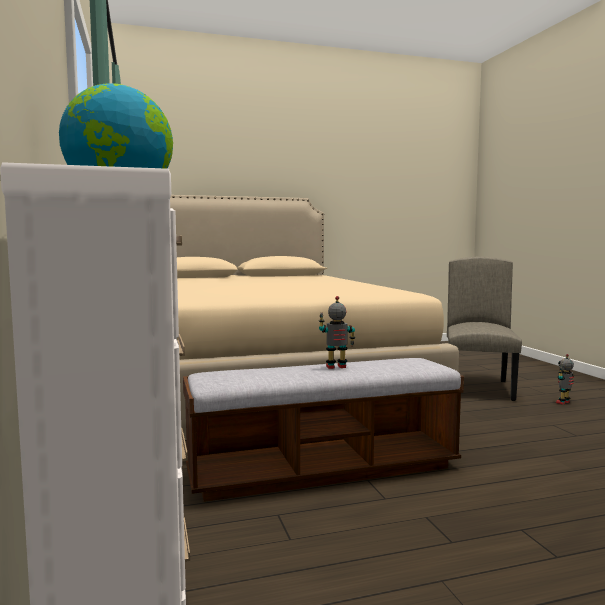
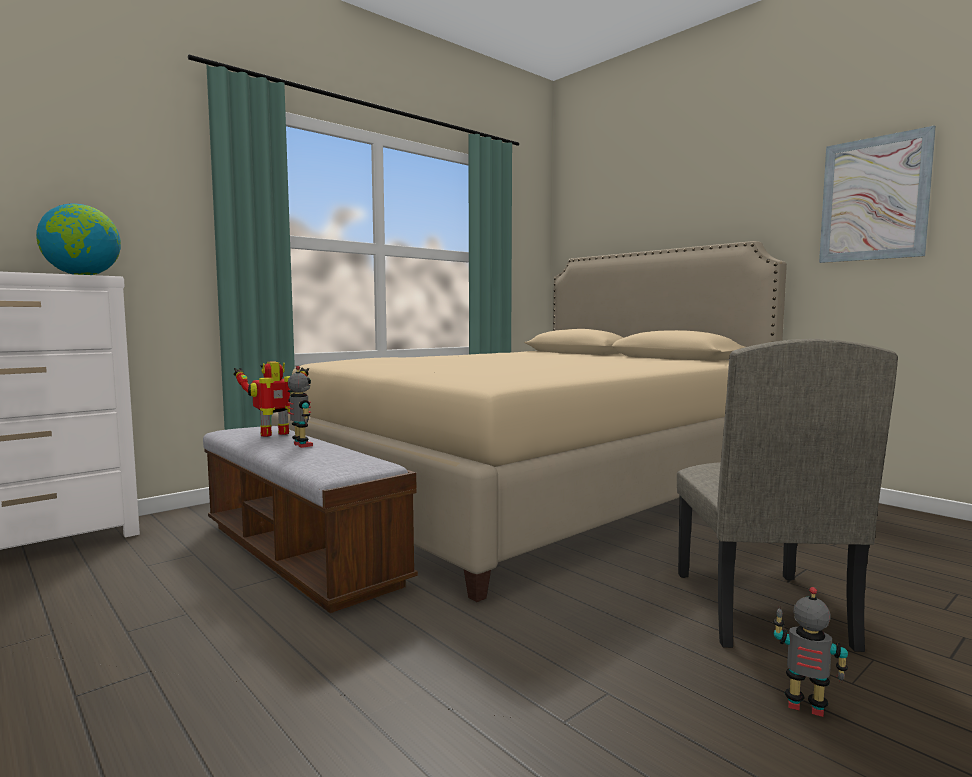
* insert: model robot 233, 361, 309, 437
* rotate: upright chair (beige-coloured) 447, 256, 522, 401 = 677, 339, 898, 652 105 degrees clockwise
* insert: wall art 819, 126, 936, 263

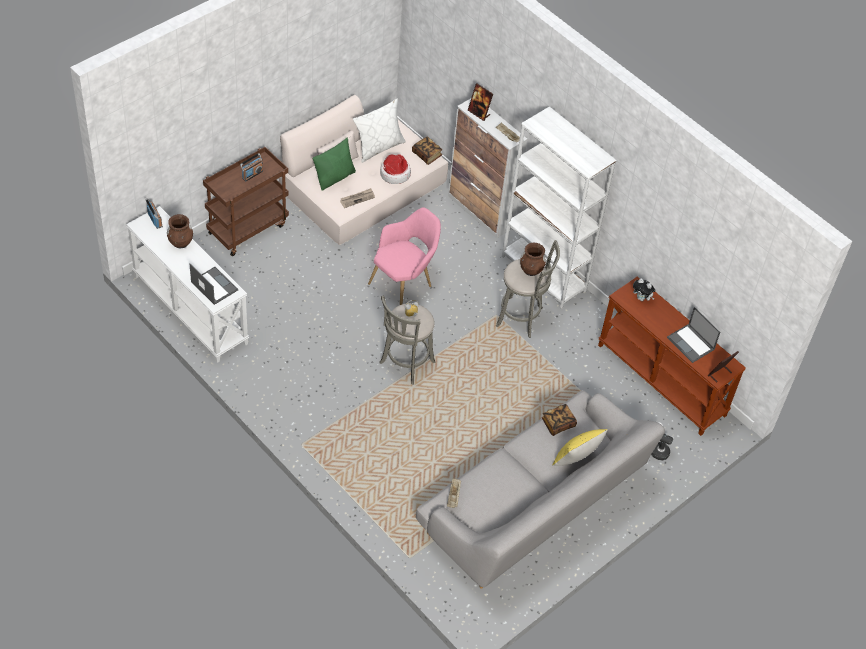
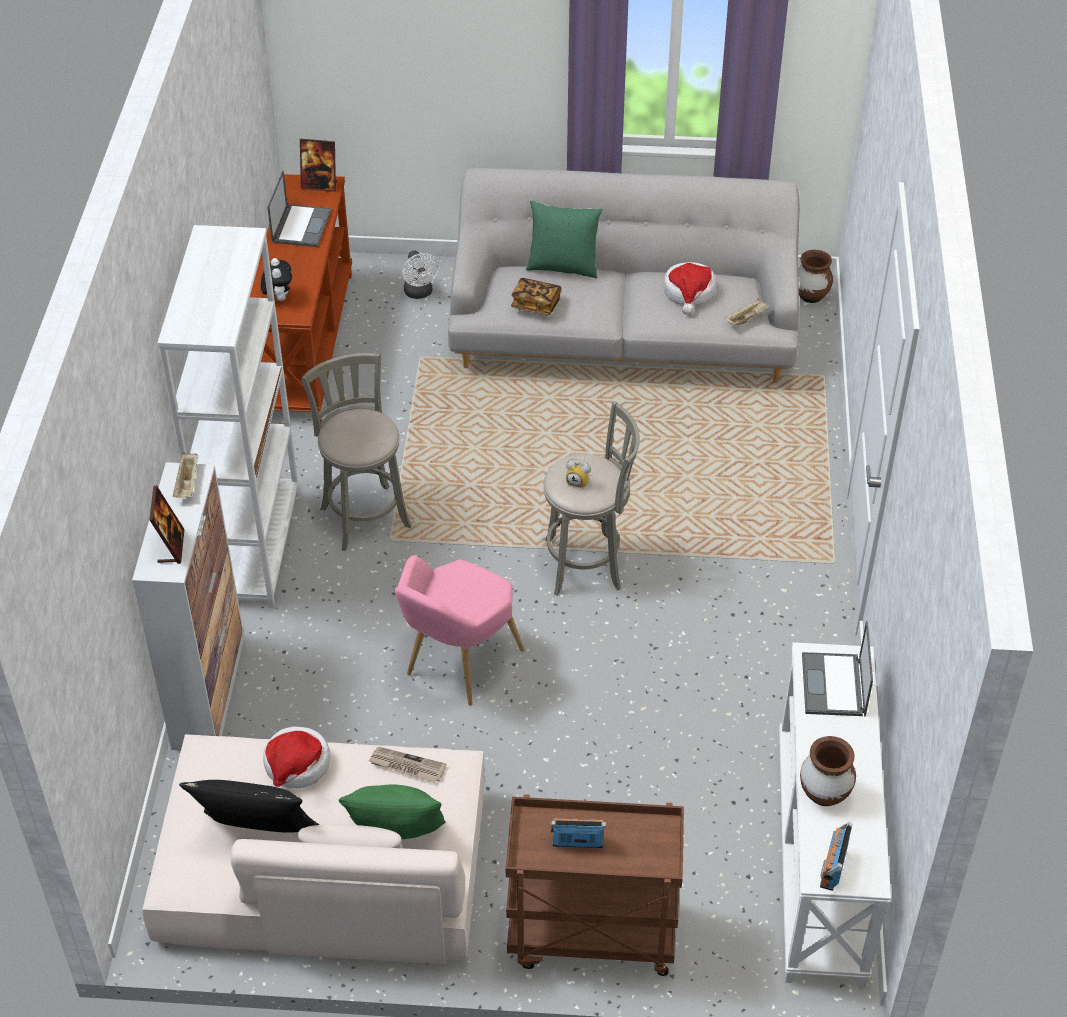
* recolor: throw pillow (white) 353, 98, 406, 163 to throw pillow (blackish) 179, 780, 319, 833
* rotate: lounge chair (pink-coloured) 368, 207, 441, 305 = 395, 555, 525, 706 60 degrees counterclockwise
* recolor: throw pillow (yellow) 552, 429, 608, 466 to throw pillow (greenish) 526, 201, 602, 278
* insert: clothing hat 663, 262, 716, 315
* move: flower vase (brown-coloured) 520, 243, 546, 276 to 798, 250, 833, 303
* delete: bound book 412, 136, 442, 165

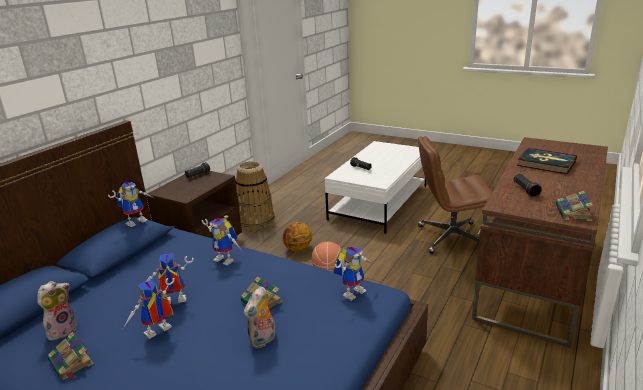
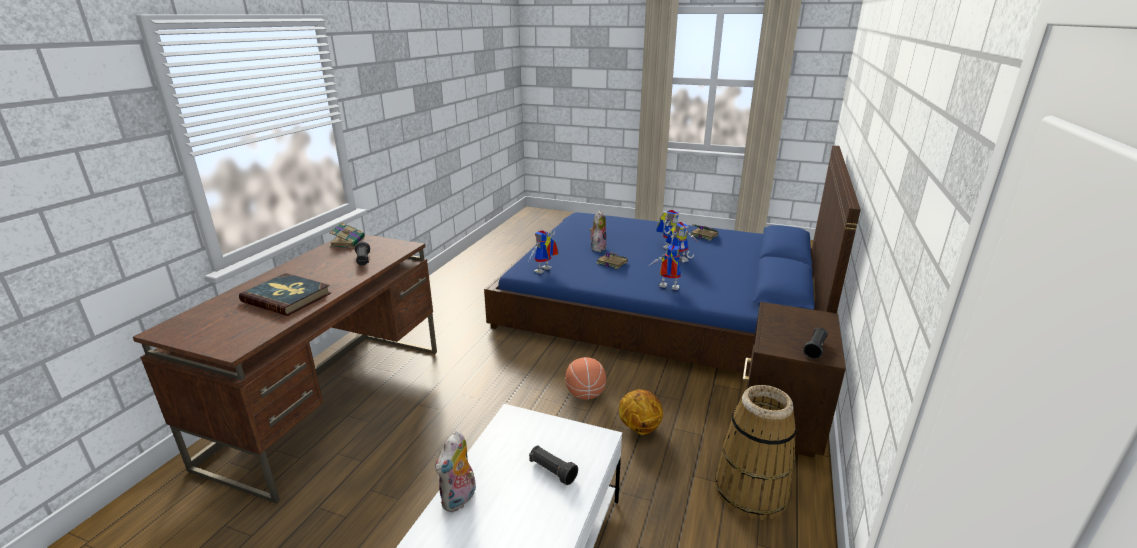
* move: soft toy 37, 281, 77, 341 to 435, 431, 476, 512
* delete: model robot 108, 181, 154, 227
* delete: desk chair (brown-coloured) 418, 136, 492, 254

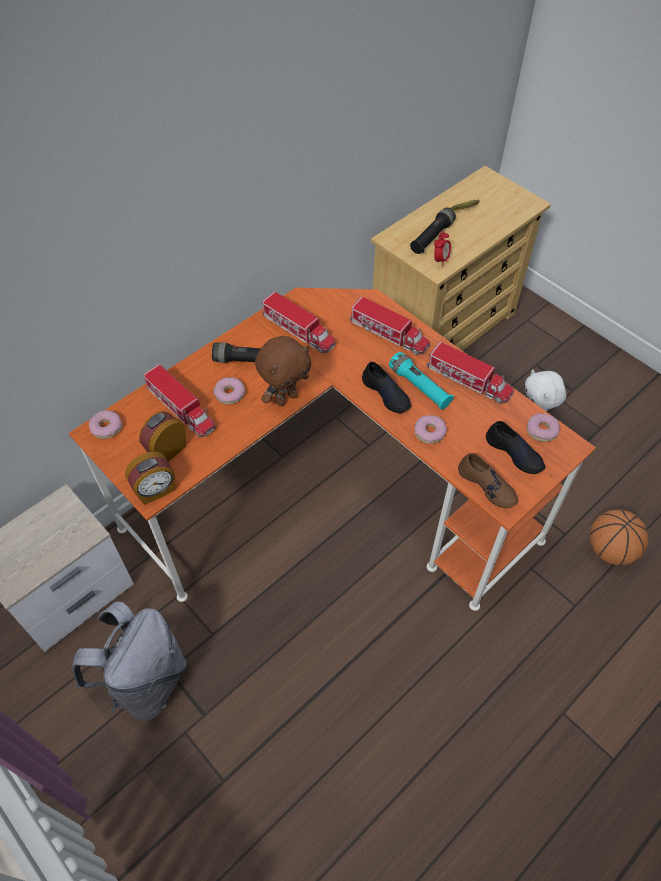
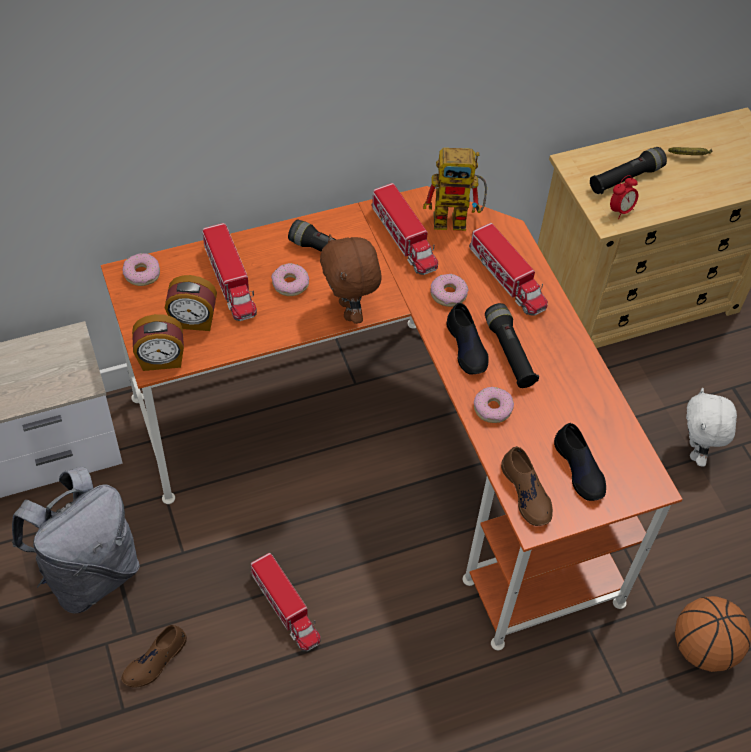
* insert: low shoe (brown-coloured) 121, 625, 187, 688
* rotate: bedside clock 139, 411, 186, 462 = 165, 275, 217, 331 150 degrees counterclockwise
* move: toy lorry 427, 342, 513, 403 to 251, 553, 321, 651
* rotate: soft toy (brown-coloured) 255, 336, 312, 406 = 320, 234, 382, 324 90 degrees clockwise
* insert: model robot 423, 148, 487, 231
* move: donut 527, 413, 560, 442 to 430, 274, 469, 307
* recolor: flashlight (blue-green) 389, 352, 454, 410 to flashlight (blackish) 485, 303, 539, 388

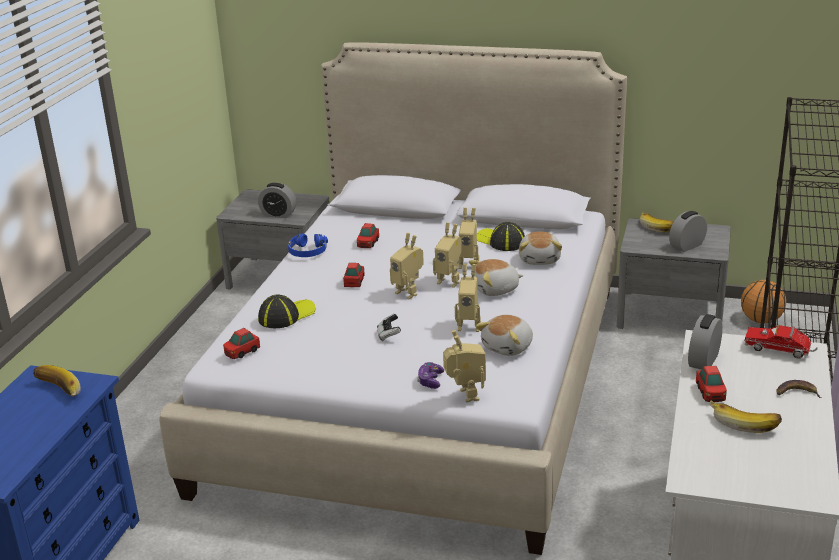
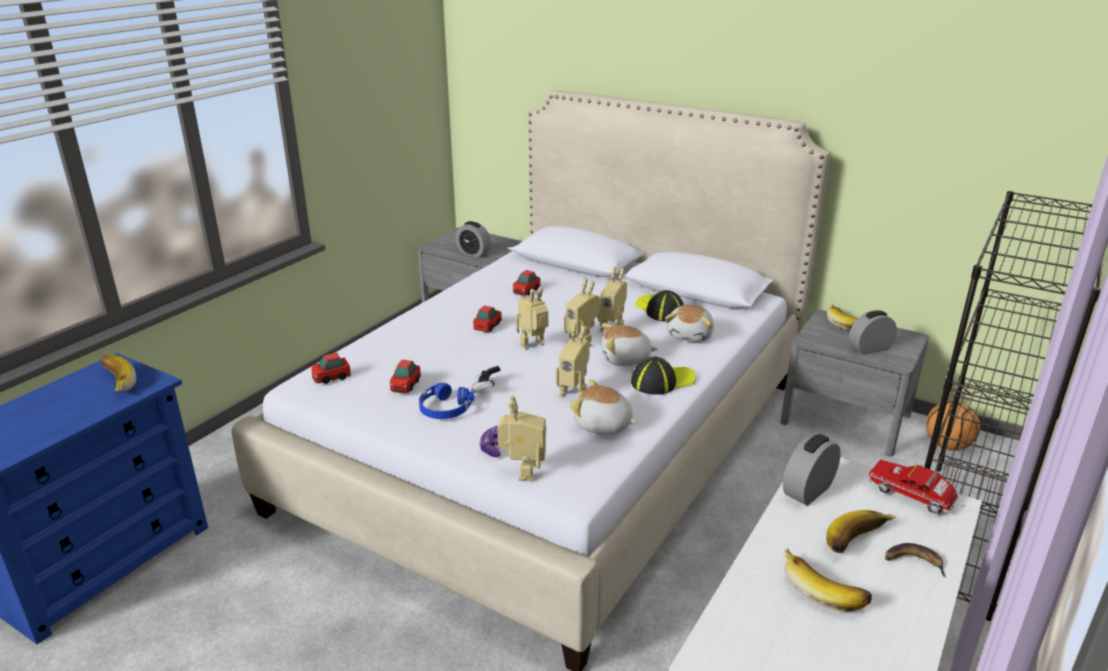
* move: model car 696, 366, 727, 402 to 390, 360, 421, 393
* move: pair of headphones (bluish) 288, 234, 328, 257 to 419, 383, 474, 419
* rotate: model robot 390, 233, 424, 299 = 516, 287, 548, 350 90 degrees clockwise
* rotate: soft toy 475, 315, 533, 356 = 569, 379, 638, 434 60 degrees clockwise
* move: baseball cap 258, 294, 315, 328 to 631, 357, 696, 395
* insert: banana fruit 826, 510, 896, 553

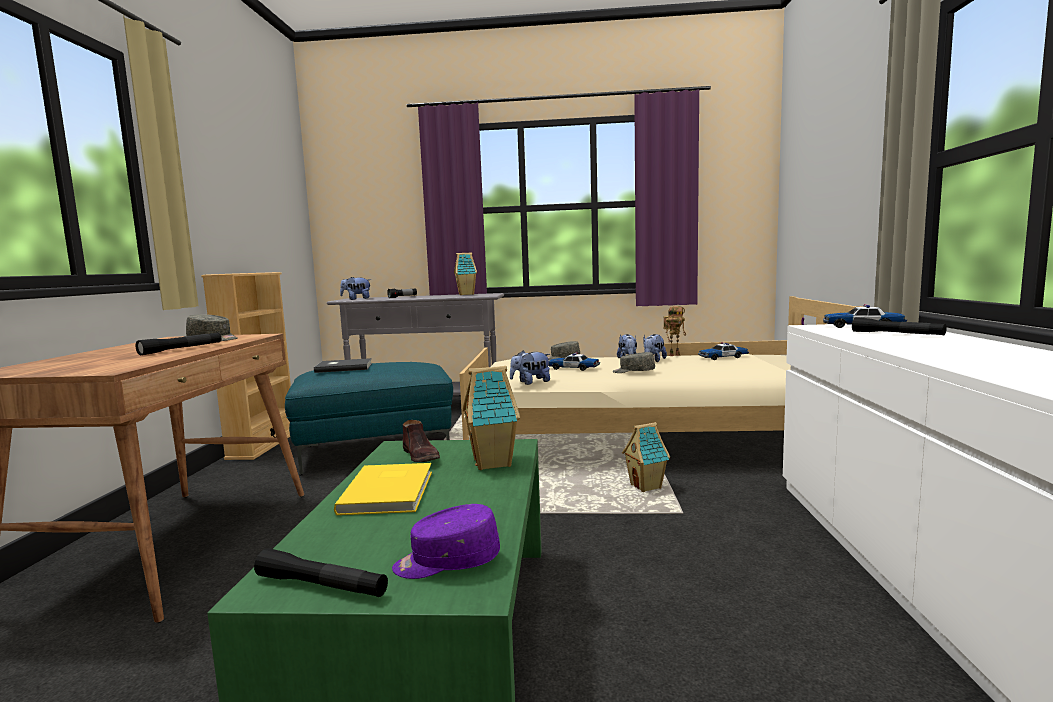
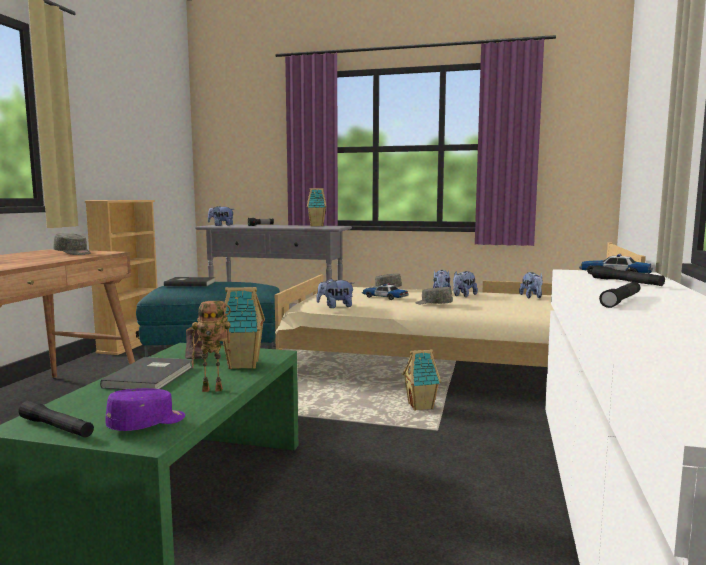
* recolor: bound book (yellow) 334, 463, 432, 515 to bound book (grey) 100, 357, 192, 390
* rotate: baseball cap (purple) 392, 504, 500, 579 = 105, 388, 185, 431 135 degrees clockwise
* move: model robot 663, 306, 686, 356 to 192, 301, 231, 392
* replace: model car 698, 342, 749, 360 to soft toy 519, 272, 543, 298
* move: flashlight (blackish) 135, 332, 221, 355 to 599, 282, 640, 308

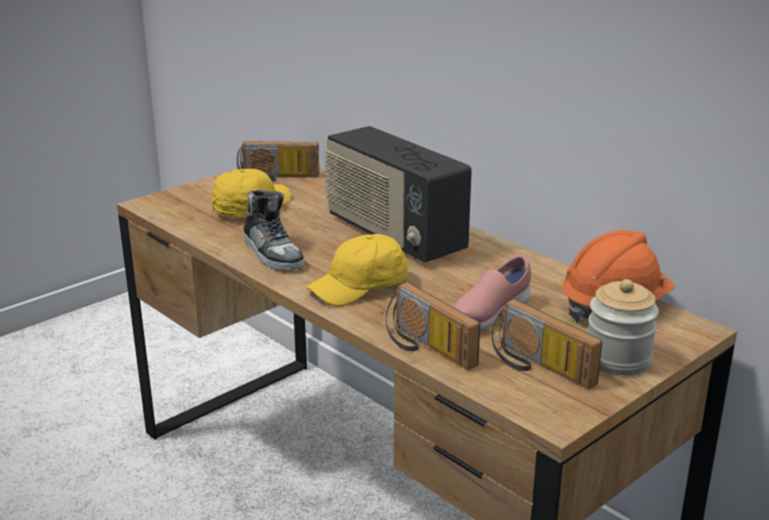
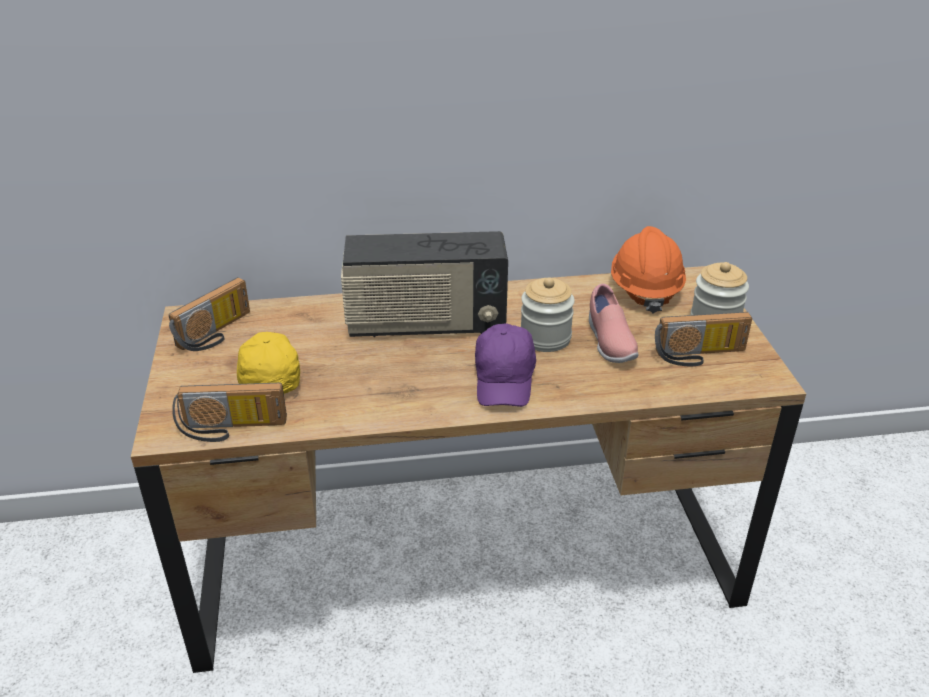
* move: radio set 386, 282, 480, 370 to 172, 383, 287, 442
* recolor: baseball cap (yellow) 306, 234, 408, 306 to baseball cap (purple) 475, 323, 536, 407
* insert: storage jar 521, 277, 575, 352
* delete: low shoe 243, 190, 304, 271

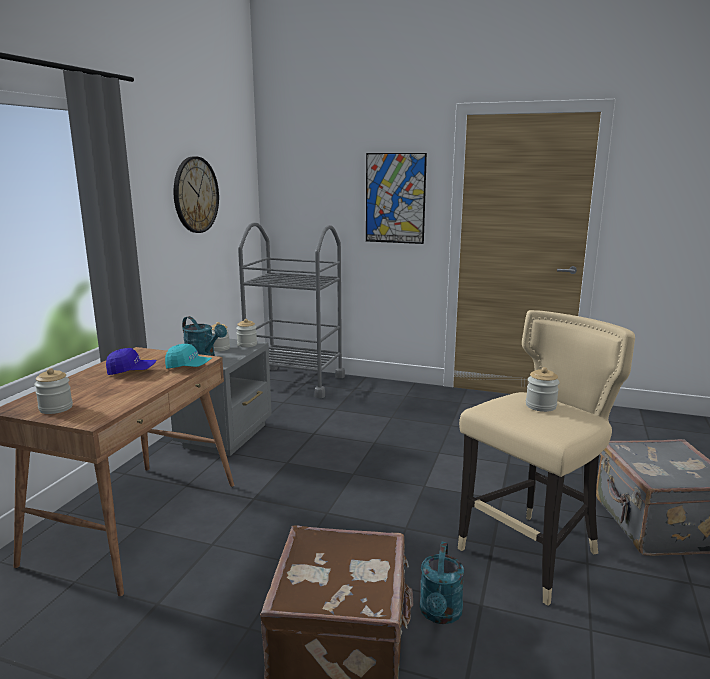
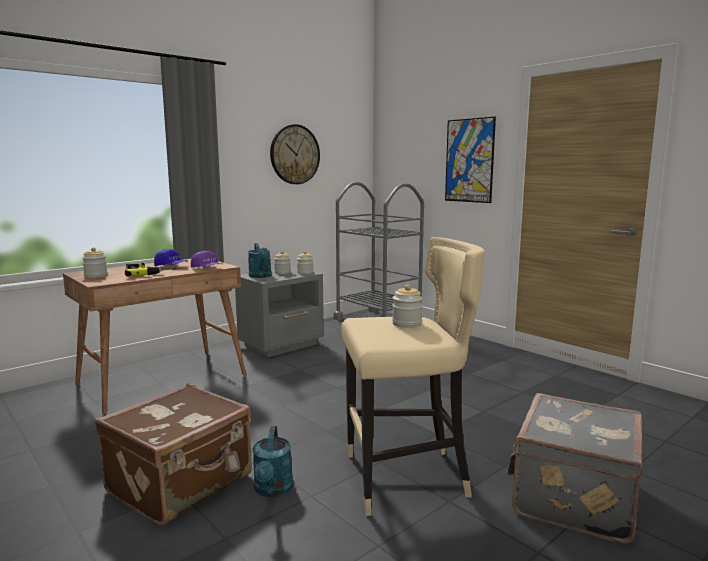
* insert: drill 125, 262, 176, 277
* recolor: baseball cap (blue-green) 165, 344, 212, 369 to baseball cap (purple) 191, 251, 222, 268
* rotate: watering can (blue-green) 420, 542, 464, 624 = 252, 426, 293, 497 45 degrees counterclockwise

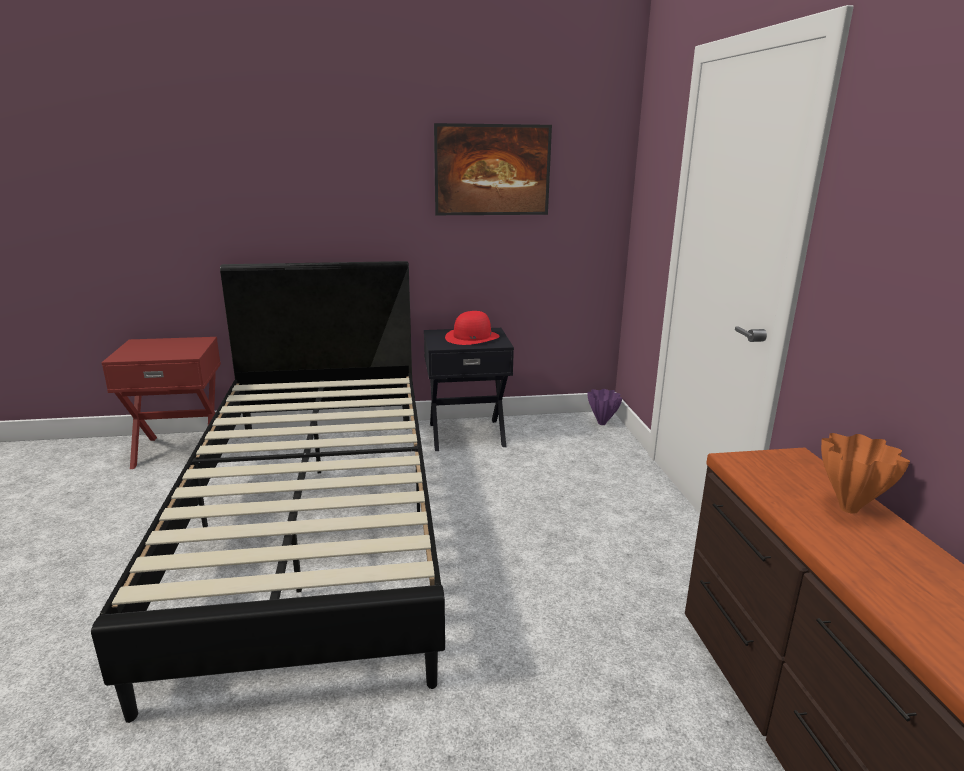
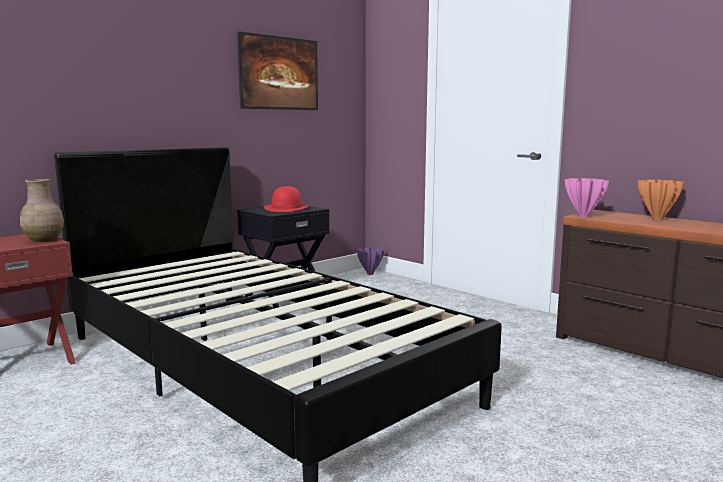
* insert: flower vase (brown-coloured) 20, 179, 64, 242
* insert: flower vase (pink-coloured) 565, 178, 609, 217

